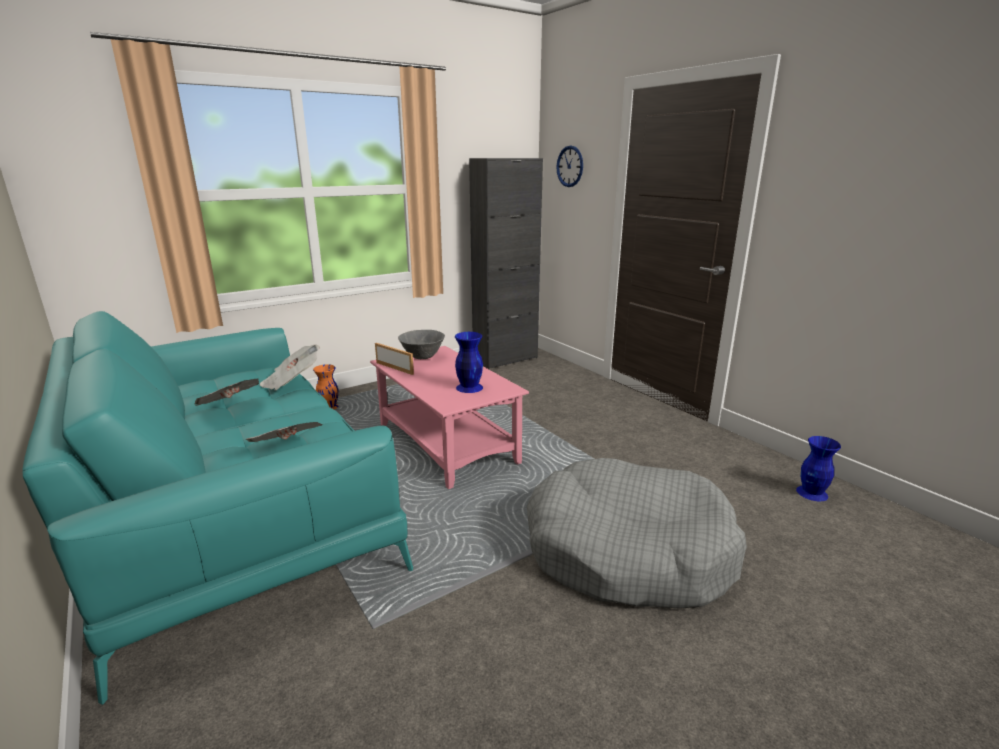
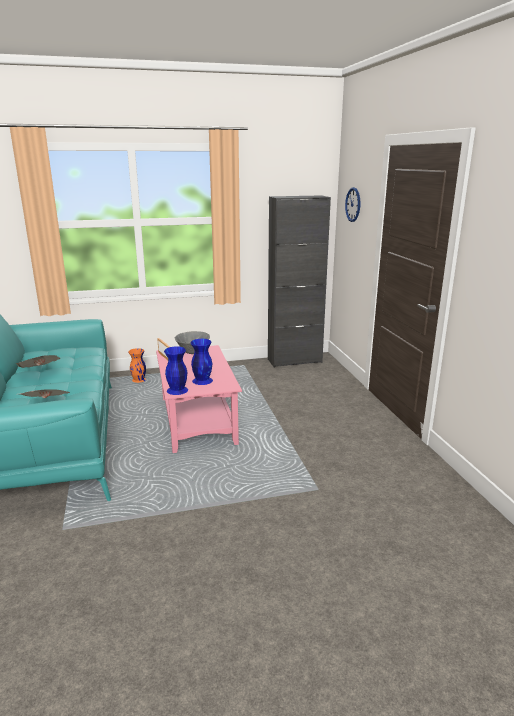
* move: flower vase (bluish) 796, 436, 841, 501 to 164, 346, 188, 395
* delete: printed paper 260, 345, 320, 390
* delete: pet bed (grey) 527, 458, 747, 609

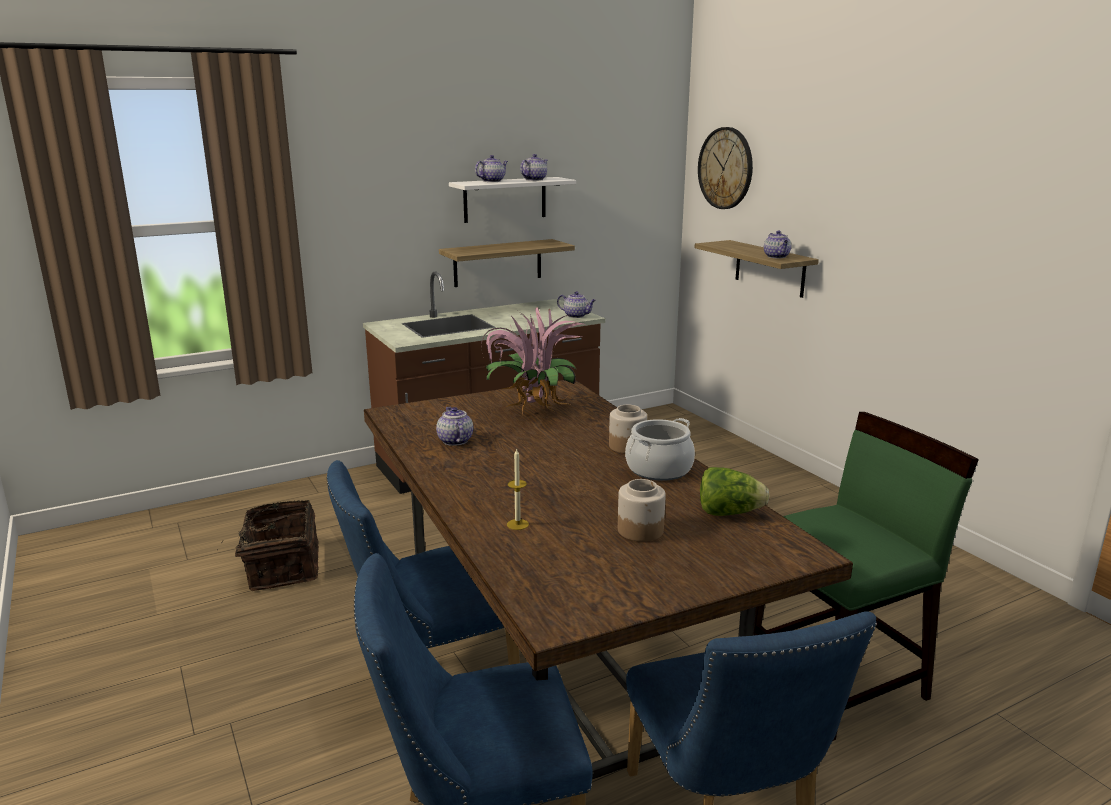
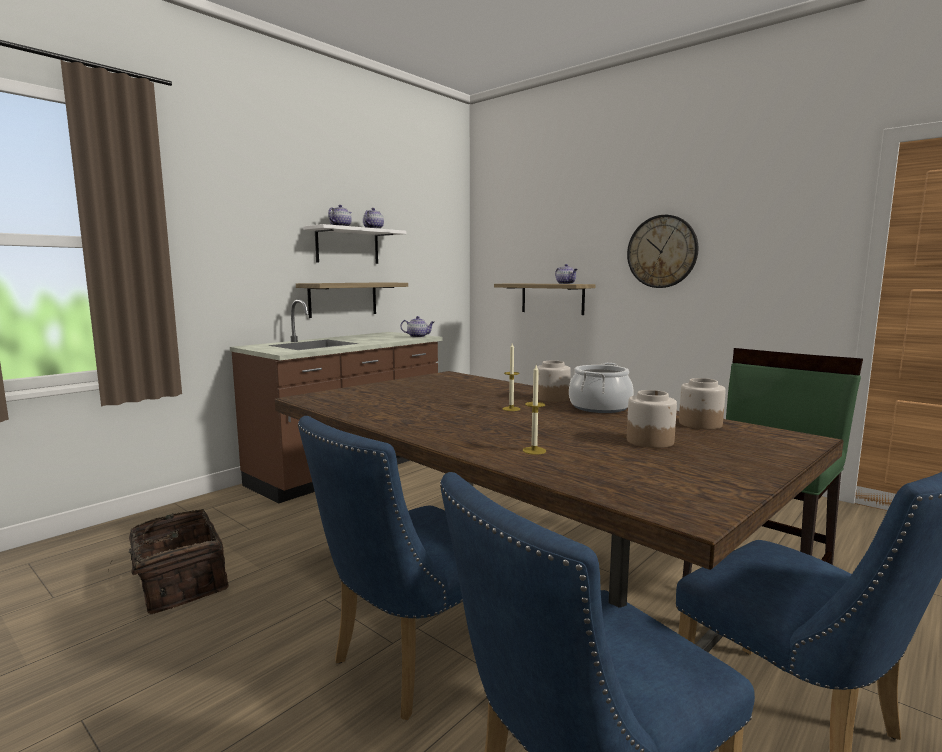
* insert: wax light 502, 343, 520, 411
* move: hanging clock 698, 127, 753, 209 to 627, 215, 699, 288
* replace: lettuce head 700, 467, 769, 516 to storage jar 679, 378, 726, 429
* delete: teapot 436, 407, 473, 446
* delete: potted plant 481, 307, 585, 415

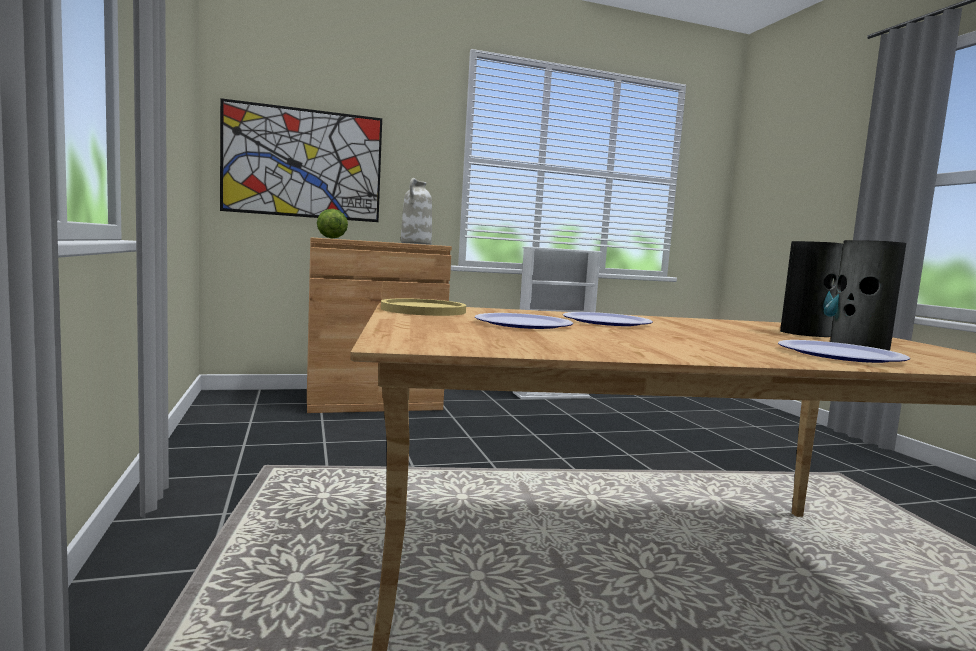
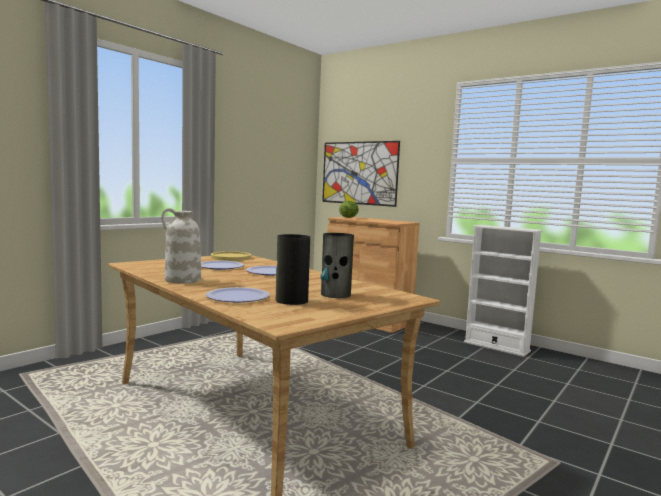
* move: flower vase (white) 401, 178, 432, 245 to 161, 208, 201, 284

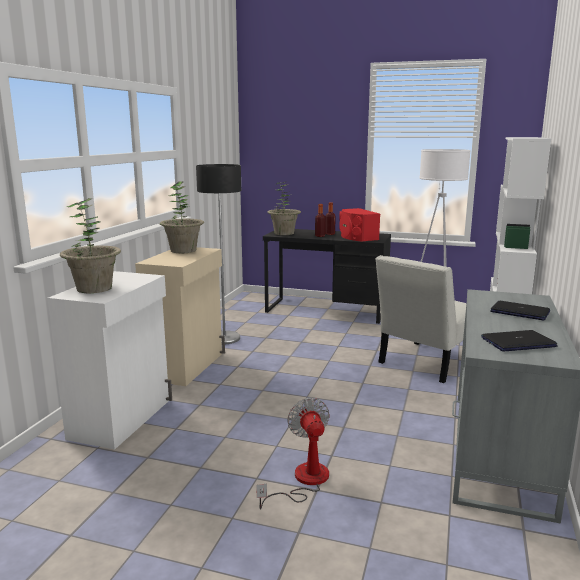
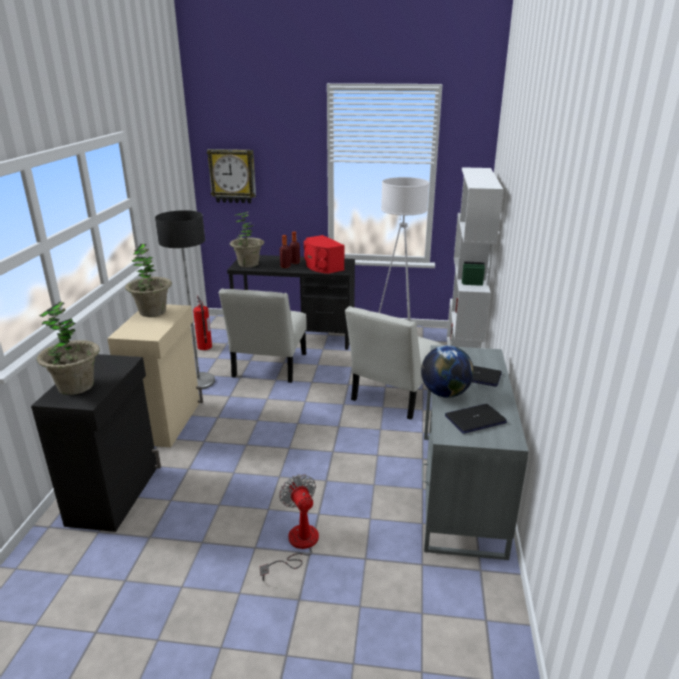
* recolor: storage cabinet (white) 48, 271, 172, 450 to storage cabinet (blackish) 31, 354, 161, 532
* insert: fire extinguisher 193, 296, 212, 350
* insert: hanging clock 207, 149, 256, 203
* insert: upright chair (white) 219, 288, 307, 383
* insert: world globe 421, 345, 474, 398

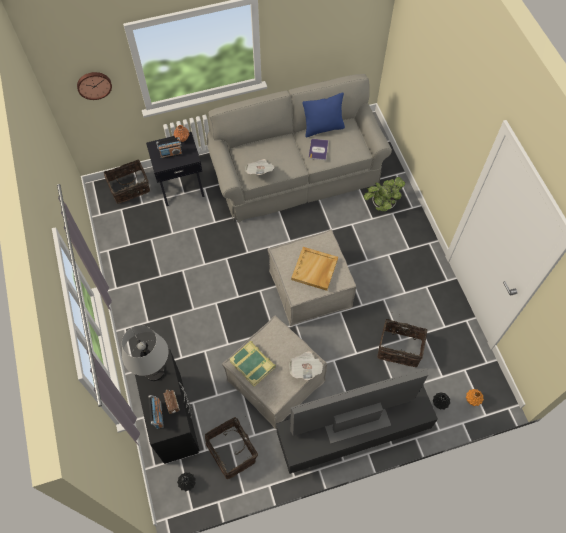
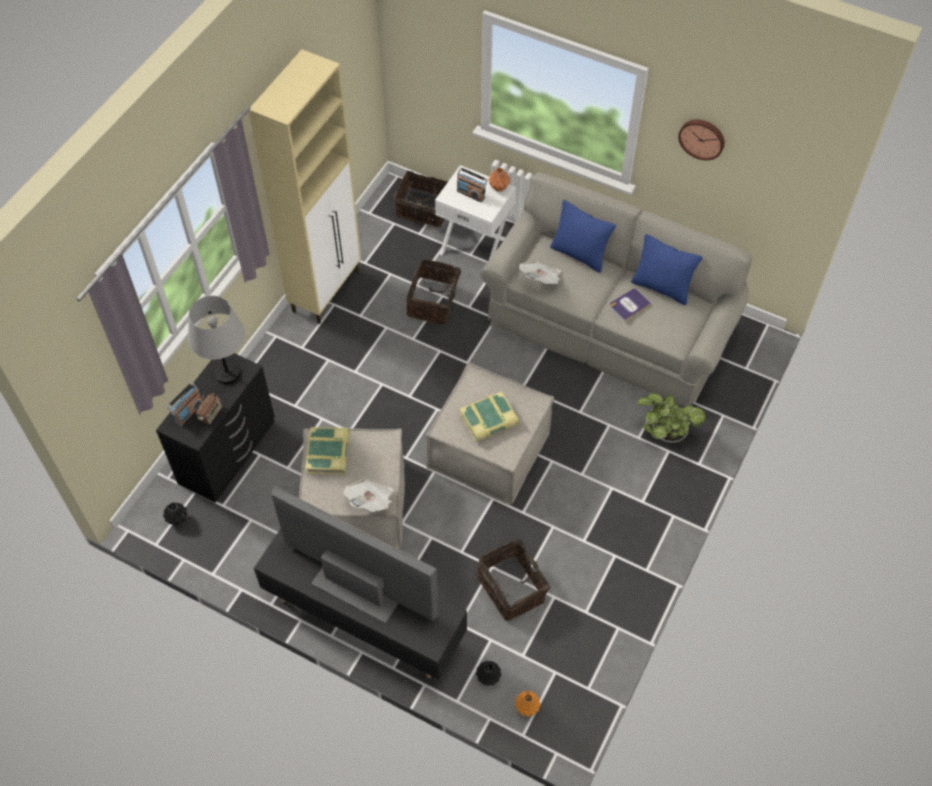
* insert: storage cabinet (beige-coloured) 249, 50, 361, 324
* move: storage basket 205, 417, 258, 479 to 407, 259, 461, 325
* recolor: end table (blackish) 146, 132, 205, 206 to end table (white) 435, 165, 516, 259
* replace: serving tray (beige-coloured) 291, 247, 338, 291 to bound book 460, 391, 519, 442
* insert: throw pillow (bluish) 550, 200, 616, 273
* move: hanging clock 77, 72, 112, 100 to 678, 119, 725, 160

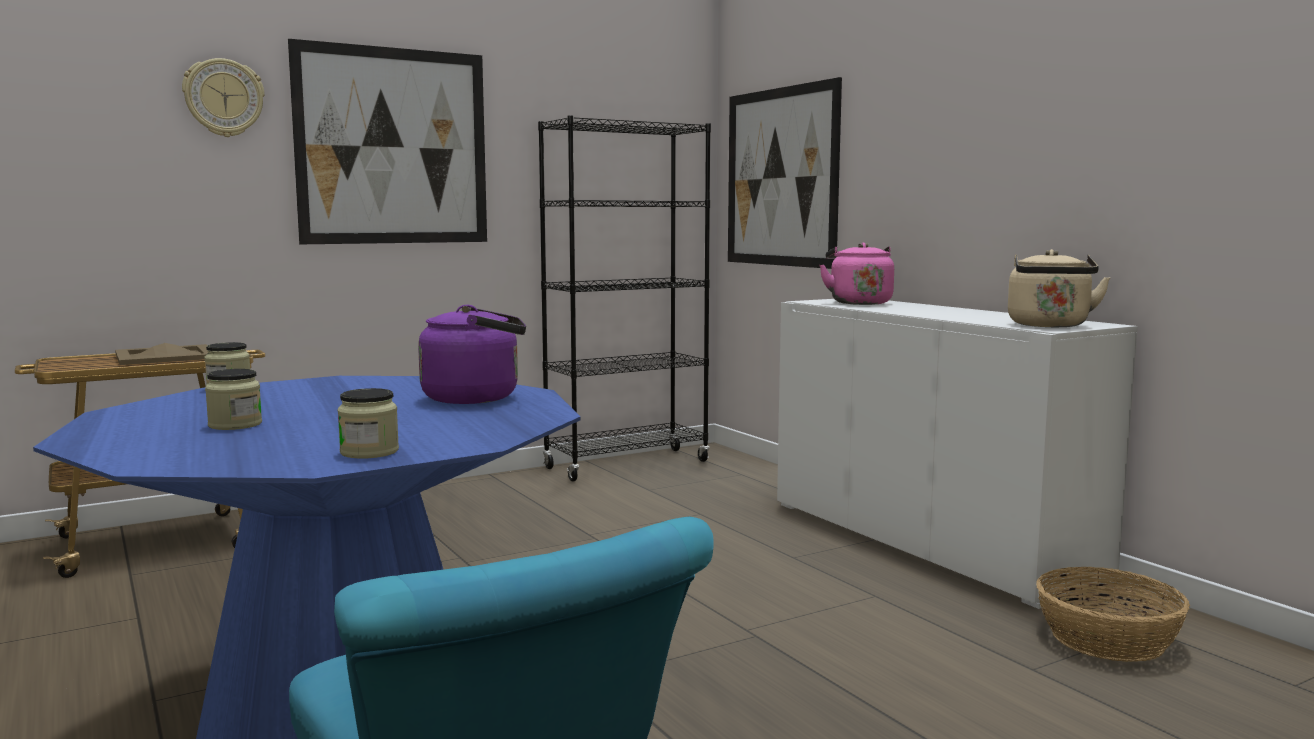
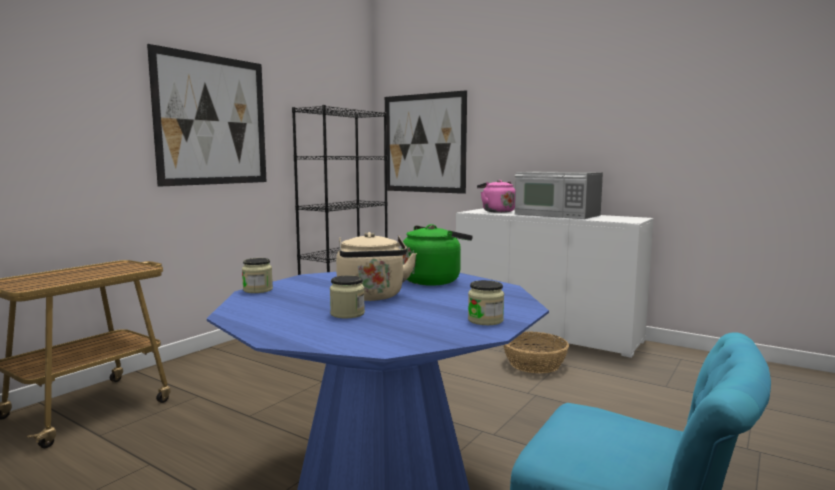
* move: water kettle (beige-coloured) 1008, 249, 1111, 327 to 336, 232, 417, 301
* recolor: water kettle (purple) 418, 305, 526, 404 to water kettle (greenish) 401, 224, 473, 286
* move: storage basket 1036, 567, 1190, 662 to 504, 332, 569, 373
* insert: microwave 515, 172, 603, 219
* delete: serving tray (beige-coloured) 115, 343, 208, 365
* delete: hanging clock 182, 58, 265, 137

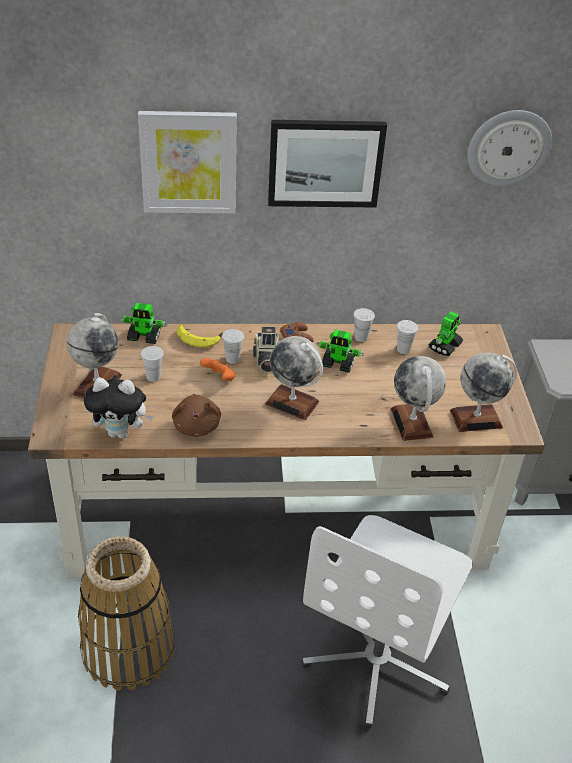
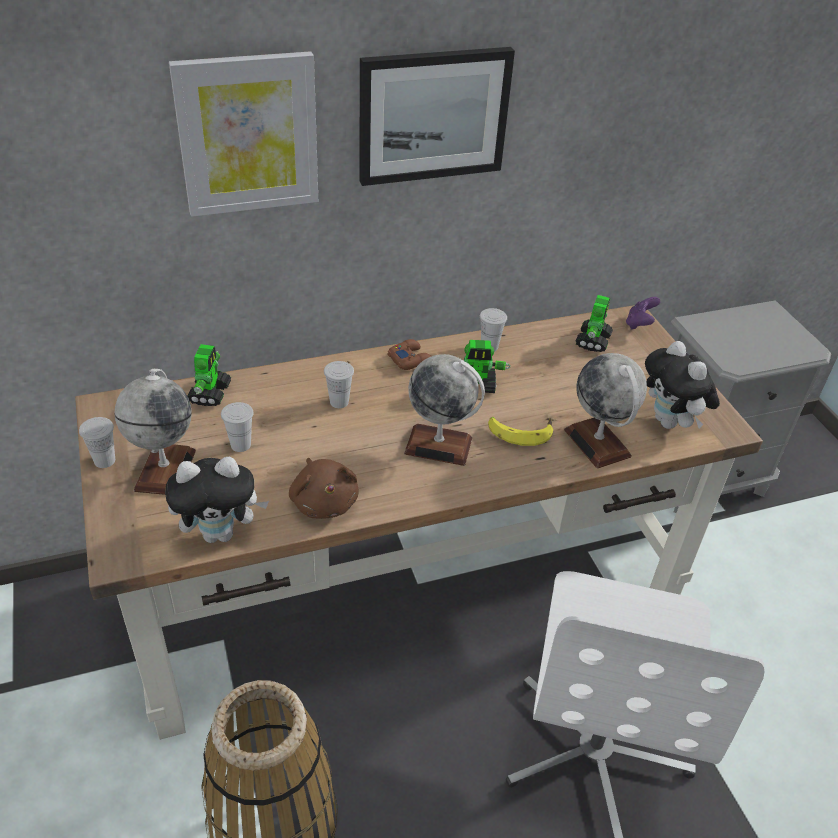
* move: small cup (white) 397, 320, 418, 354 to 79, 417, 115, 468
* rotate: model robot 120, 303, 167, 344 = 188, 344, 232, 406 75 degrees counterclockwise
* move: banana fruit 177, 324, 223, 348 to 488, 417, 553, 446
* insert: game controller (purple) 626, 297, 660, 330
* replace: world globe 450, 353, 517, 432 to soft toy 645, 341, 720, 429
* delete: game controller (orangey) 200, 358, 236, 381
* delete: photo camera 253, 327, 279, 373
* delete: hanging clock 468, 110, 552, 186

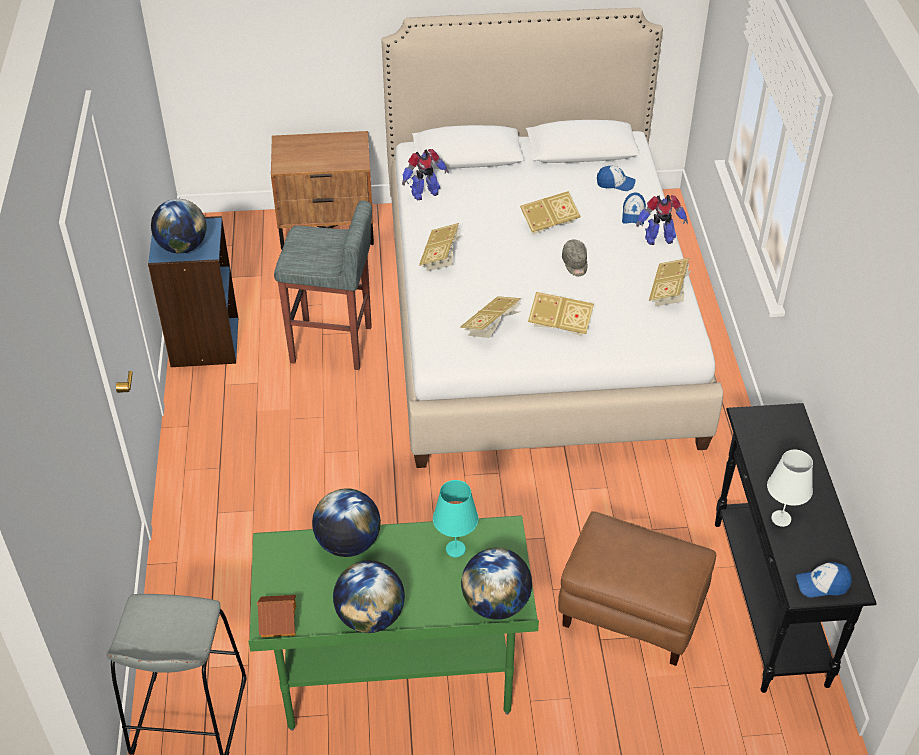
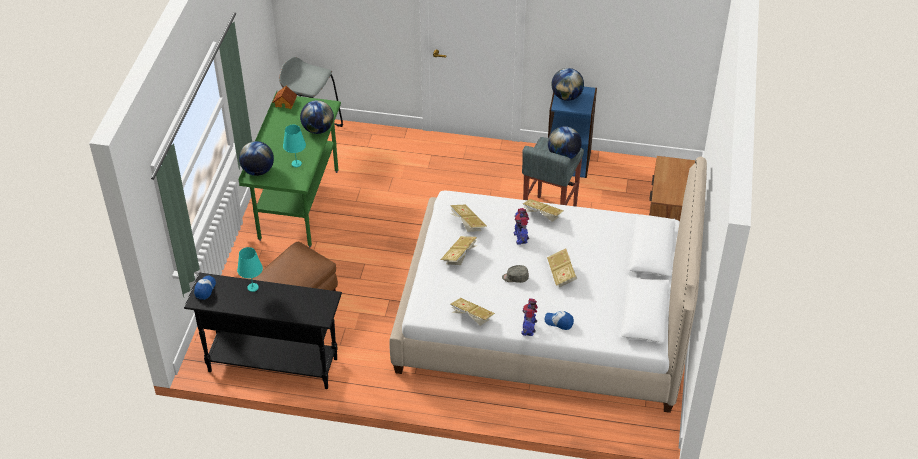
* recolor: lamp for a table (white) 767, 450, 813, 527 to lamp for a table (blue-green) 237, 247, 263, 292
* move: model robot 402, 149, 449, 200 to 513, 208, 529, 245
* move: world globe 333, 560, 405, 633 to 548, 126, 582, 159
* delete: baseball cap 597, 166, 636, 191

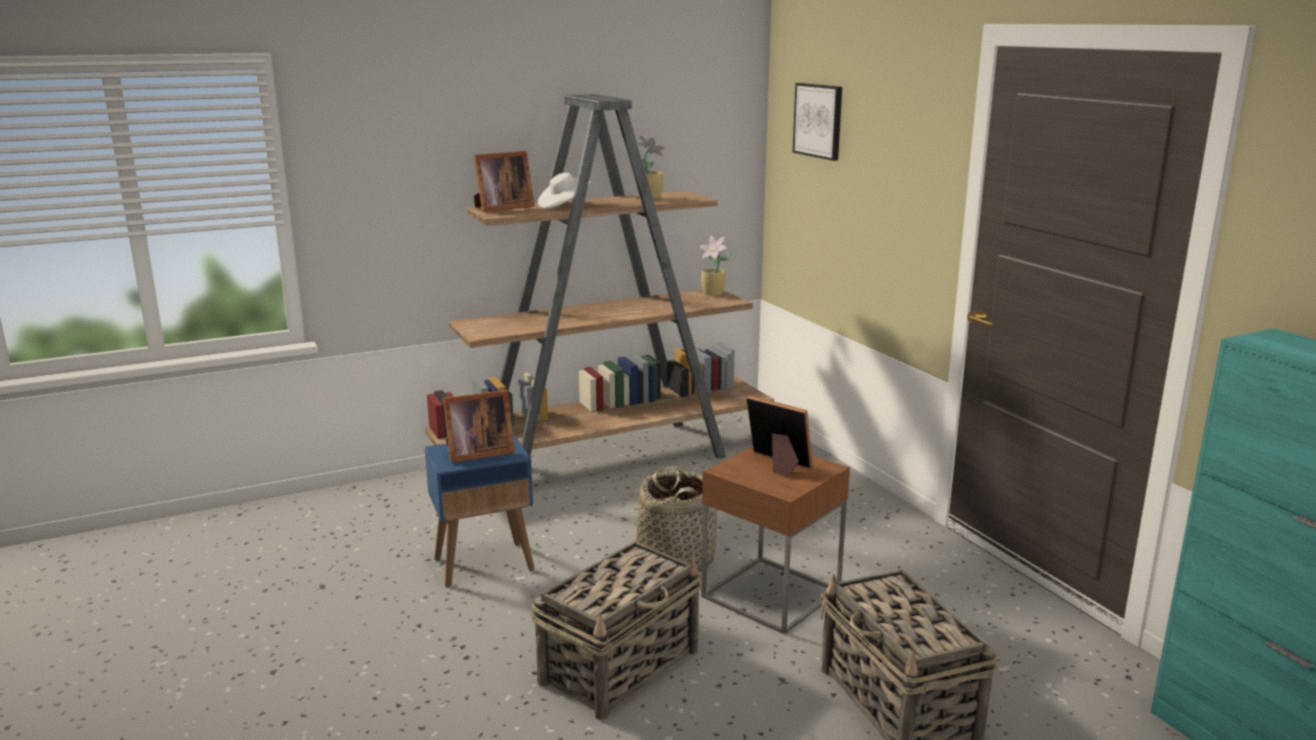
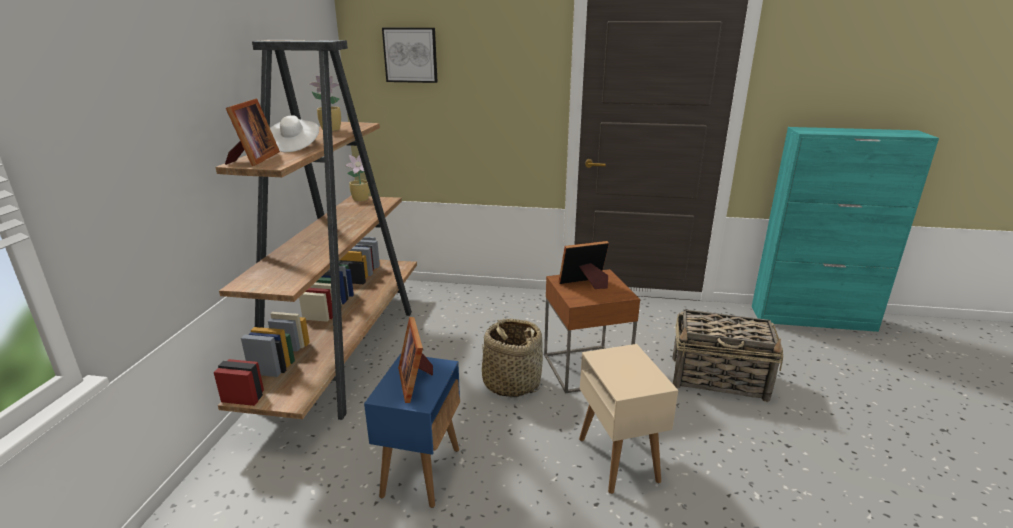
* rotate: standing frame 443, 390, 515, 463 = 398, 317, 433, 403 150 degrees clockwise
* replace: storage basket 532, 541, 702, 720 to end table (beige-coloured) 579, 344, 678, 494

